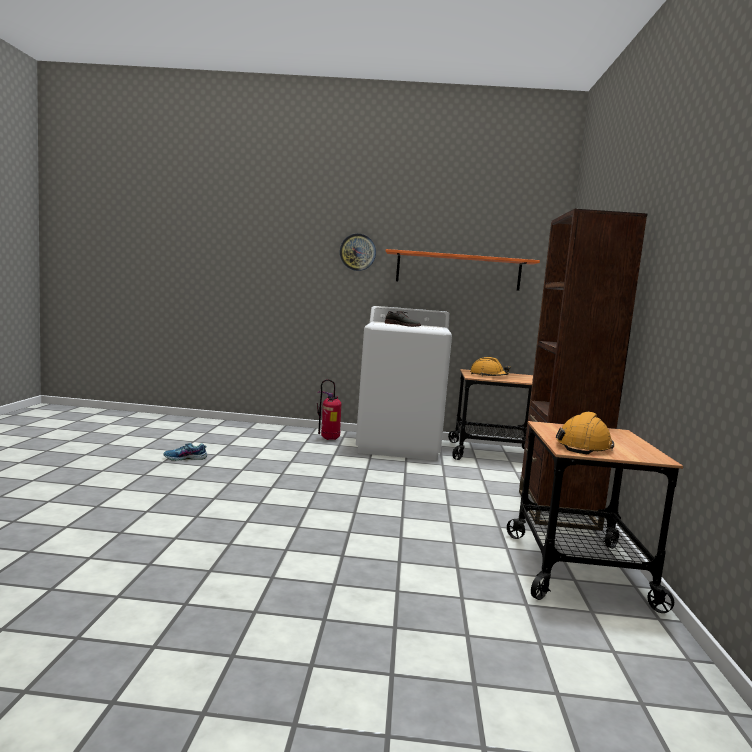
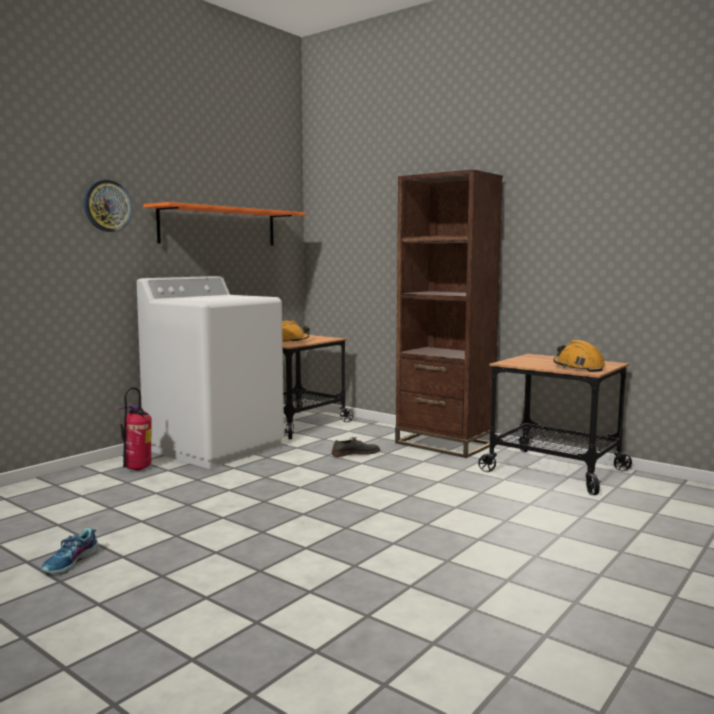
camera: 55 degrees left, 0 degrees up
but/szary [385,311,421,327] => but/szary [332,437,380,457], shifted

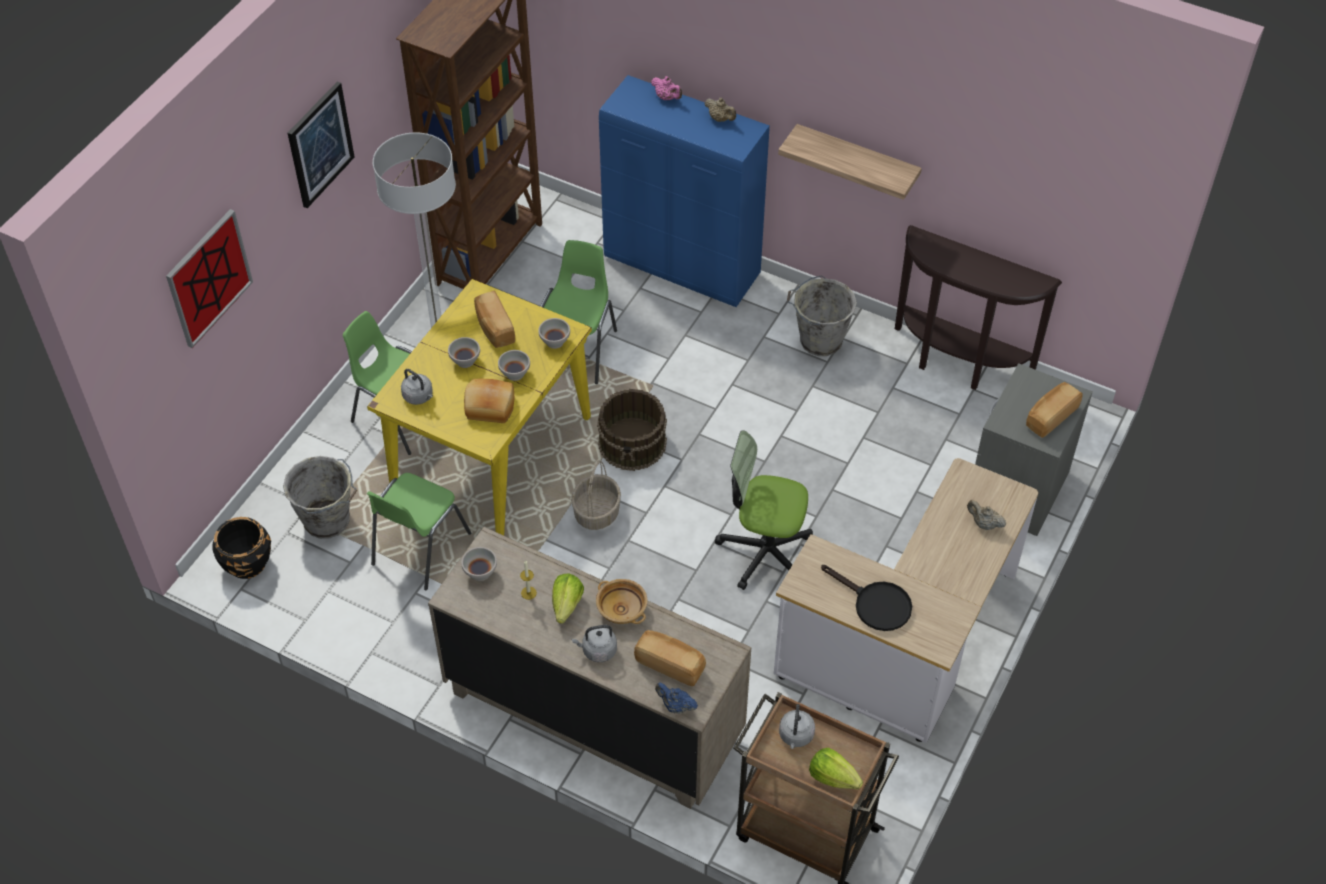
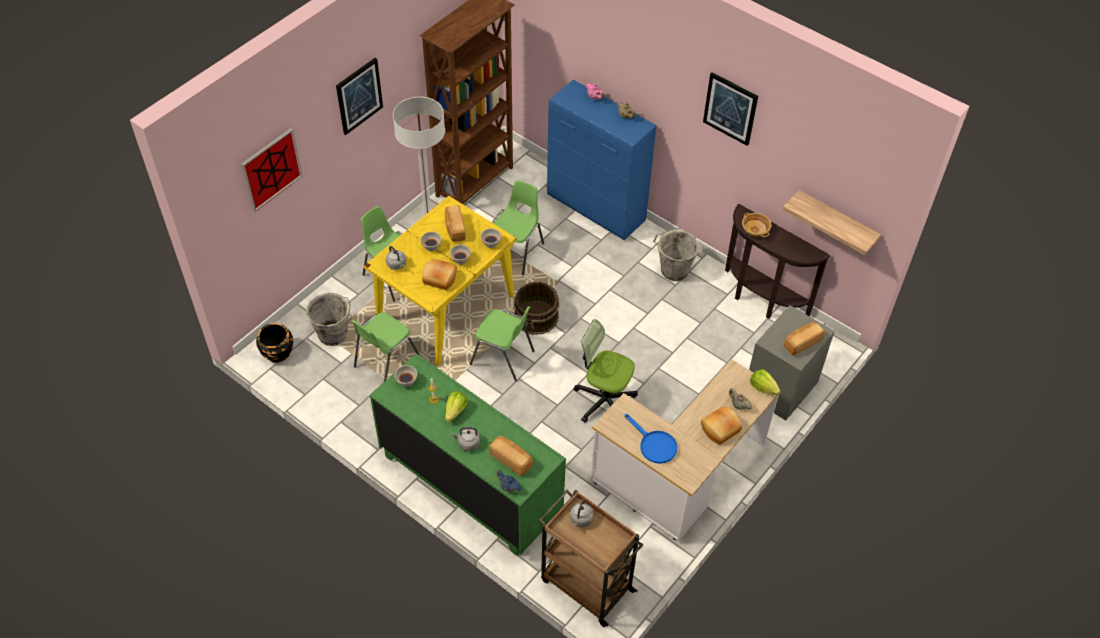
camera: 10 degrees right, 0 degrees up
nothing => chleb [701,406,742,445]
nothing => obraz [703,72,758,146]
miska/beżowy [596,579,648,624] => miska/beżowy [742,213,772,237], shifted
półka [778,124,922,200] => półka [783,190,881,255], shifted
sałata [809,748,863,789] => sałata [750,369,781,395], shifted
koszyk [571,460,621,530] => krzesło/zielony [470,306,535,382]
komoda/beżowy [428,527,751,809] => komoda/zielony [370,353,566,556]
patelnia/czarny [821,565,912,631] => patelnia/niebieski [625,414,677,464]

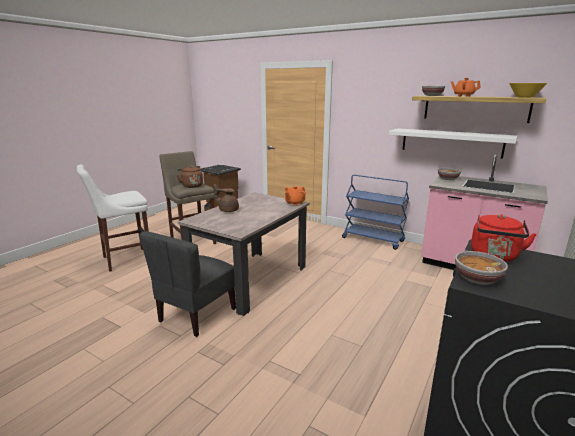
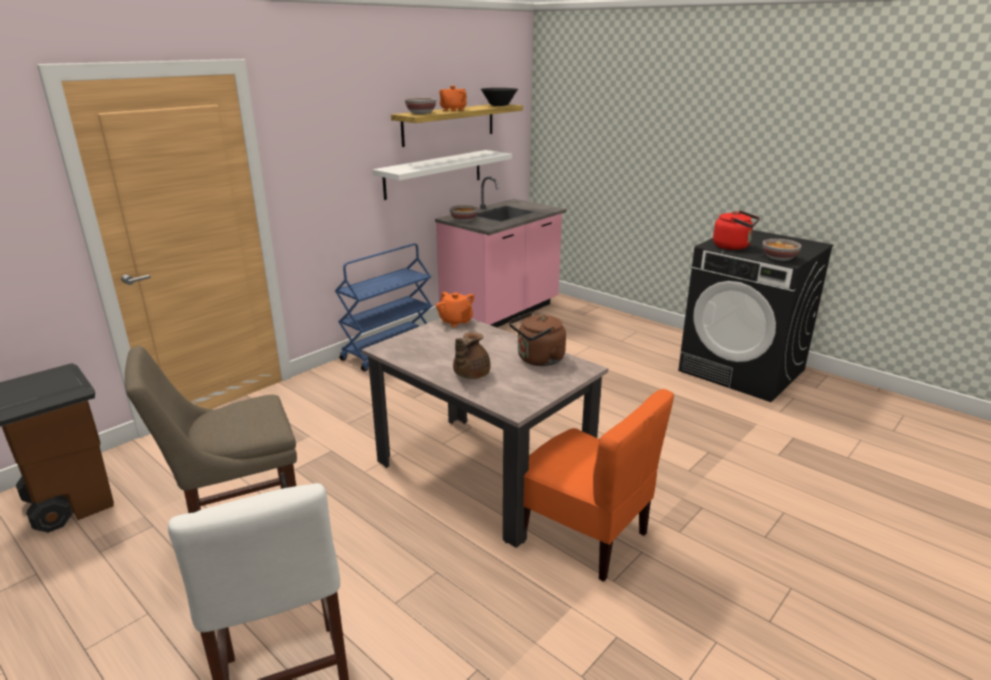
camera: 80 degrees left, 5 degrees up
czajnik/brązowy [177,166,203,188] => czajnik/brązowy [509,312,566,366], shifted
krzesło/szary [139,231,236,337] => krzesło/pomarańczowy [523,389,674,581]
miska/żółty [509,83,547,98] => miska/czarny [481,88,518,106]

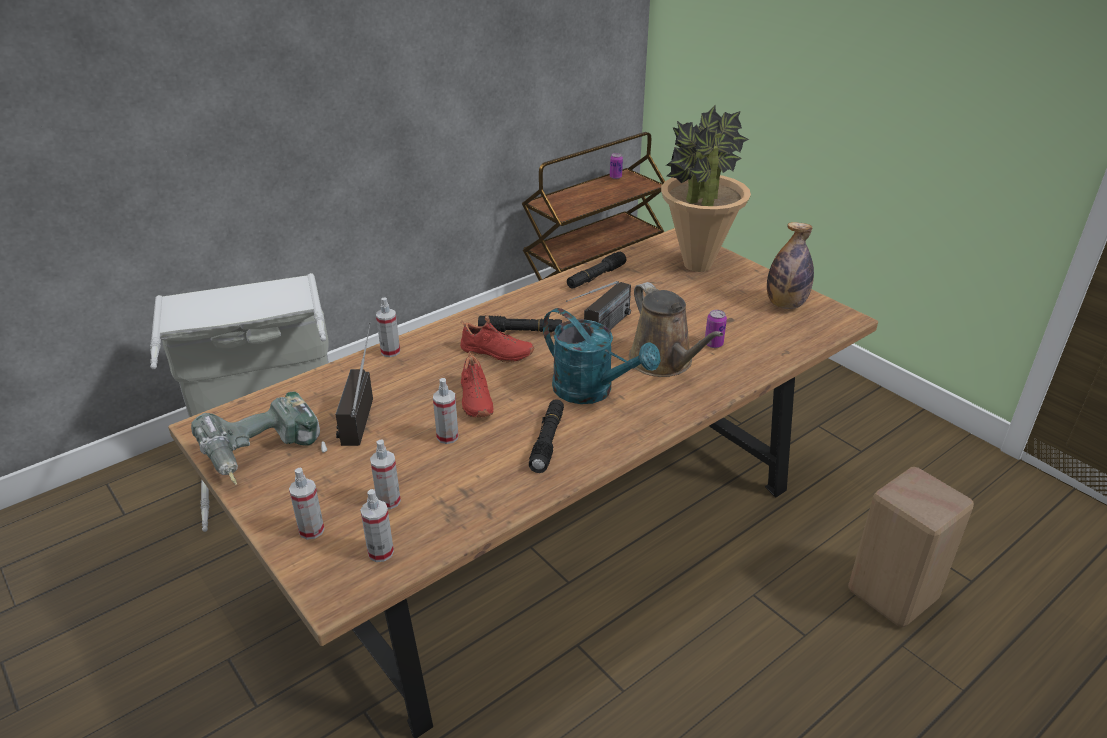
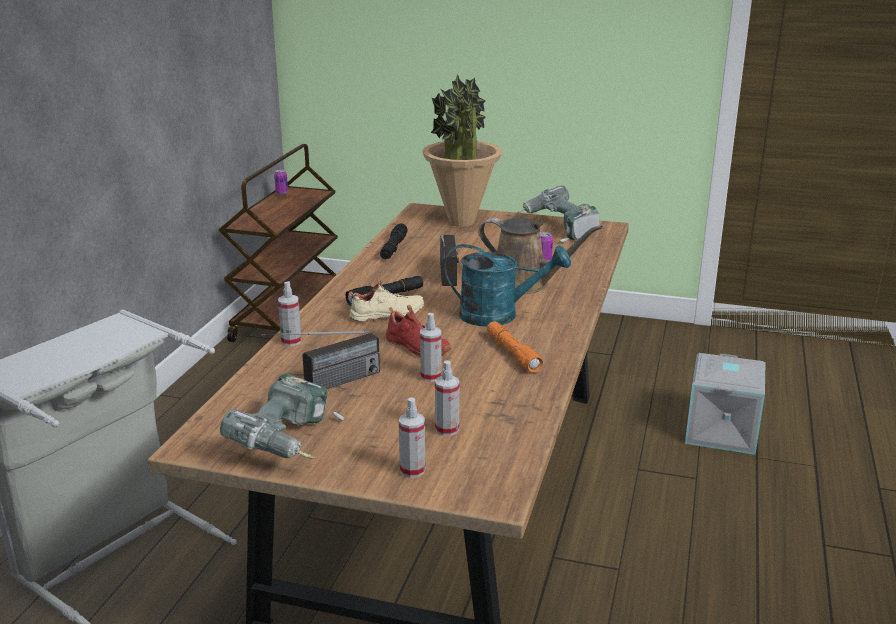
camera: 35 degrees left, 10 degrees down
spryskiwacz [360,489,394,562] => nothing
butelka [767,222,814,309] => wiertarka [515,185,600,243]
stołek/beżowy [848,467,974,628] => pojemnik do przechowywania/szary [685,353,765,455]
but/czerwony [460,316,534,363] => but/beżowy [349,278,424,322]
latarka/czarny [529,399,564,473] => latarka/pomarańczowy [487,321,543,373]
radio [336,322,373,446] => radio [261,331,380,389], 90 degrees counterclockwise

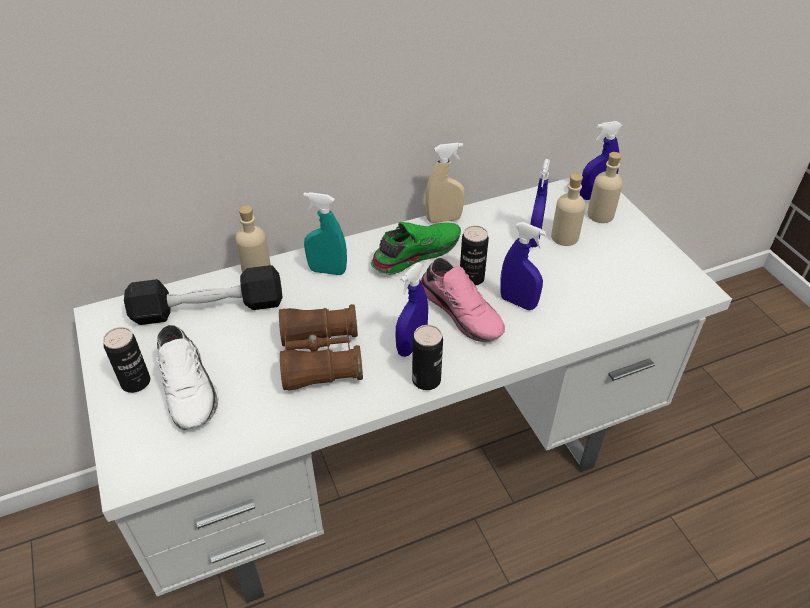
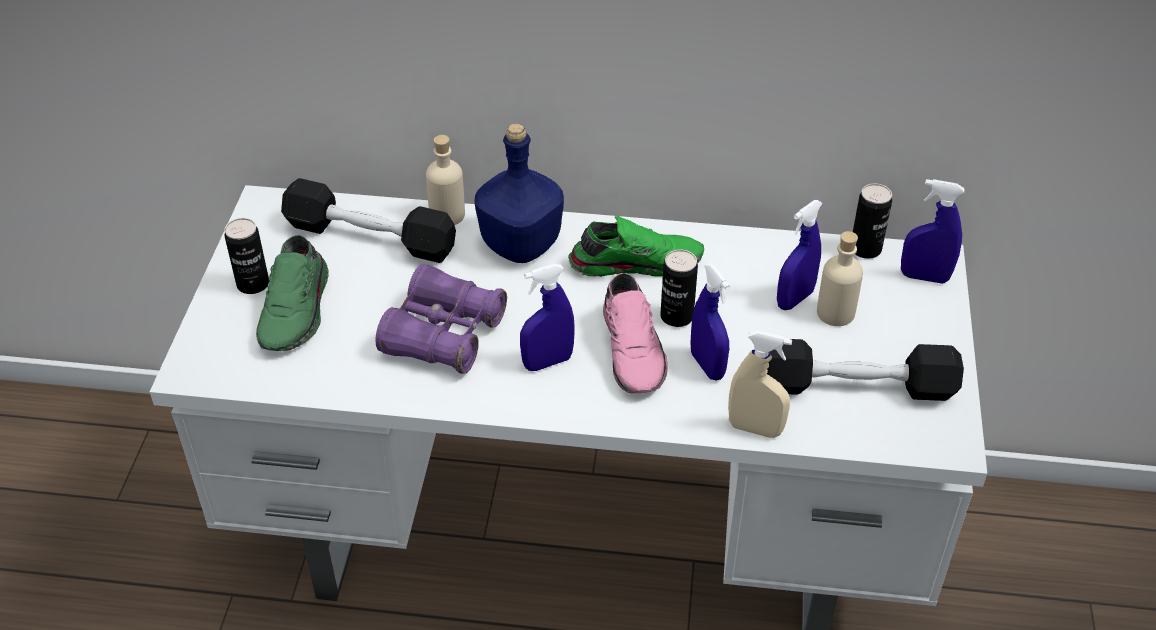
camera: 30 degrees right, 0 degrees up
butelka/beżowy [587,152,623,223] => nothing
nothing => hantel/czarny [767,339,964,401]
puszka [412,325,443,390] => puszka [853,183,892,259], shifted
spryskiwacz/beżowy [425,142,465,223] => spryskiwacz/beżowy [728,331,792,438], shifted
spryskiwacz/turkusowy [303,192,347,275] => butelka/niebieski [474,123,564,263]
but/biały [156,325,219,430] => but/zielony [256,235,329,351]
lornetka/brązowy [279,304,363,391] => lornetka/fioletowy [375,264,507,374]

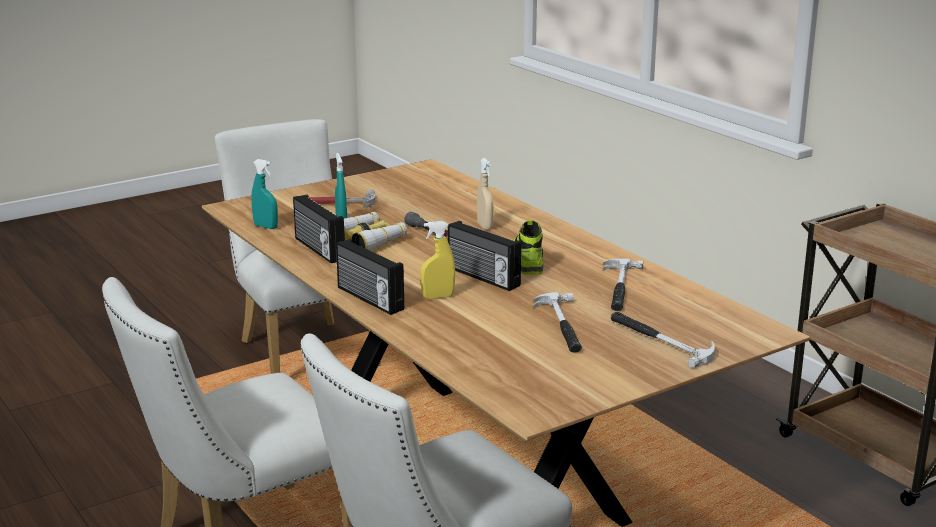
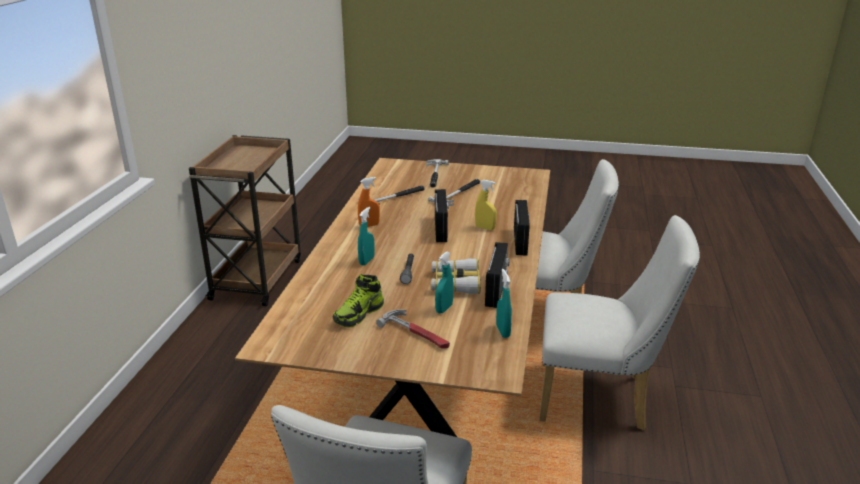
camera: 135 degrees left, 5 degrees up
nothing => spryskiwacz/pomarańczowy [358,177,380,227]
but [514,220,544,274] => but [333,274,384,328], shifted
spryskiwacz/beżowy [477,158,493,230] => spryskiwacz/turkusowy [358,207,375,265]

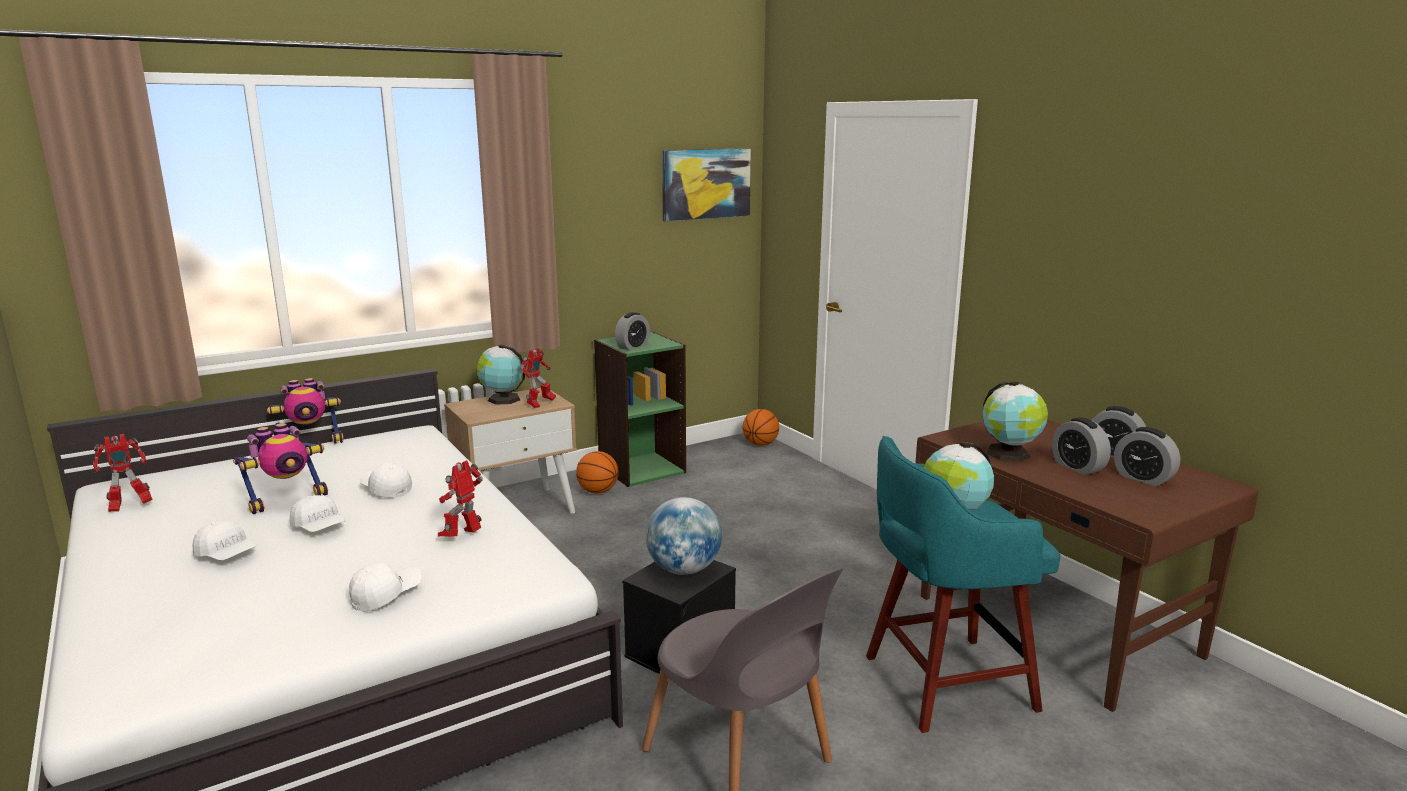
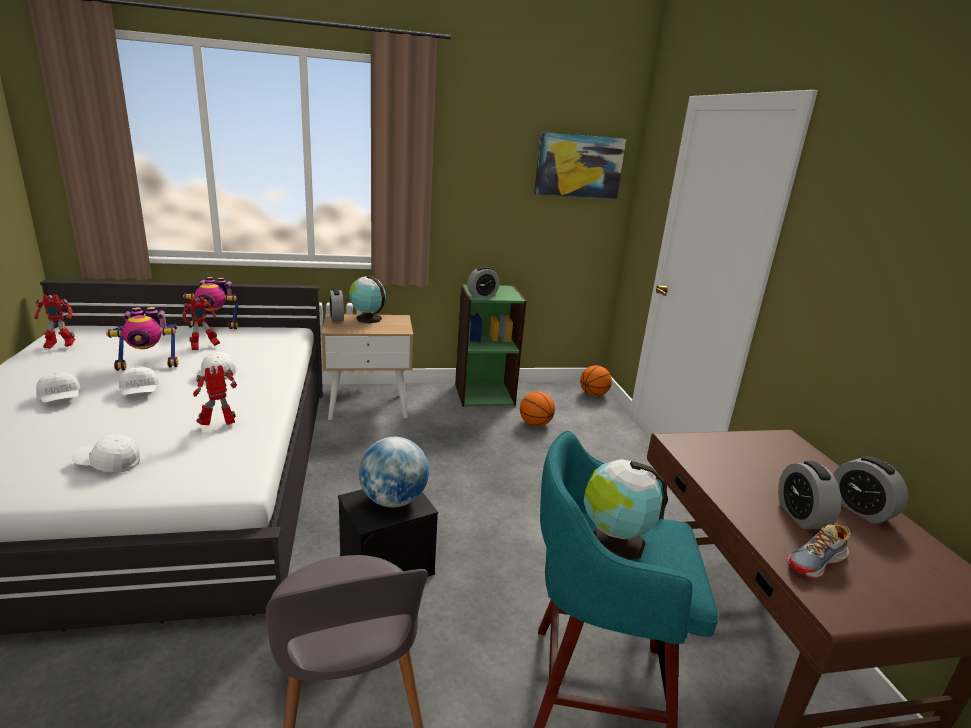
camera: 20 degrees right, 5 degrees up
globus [983,382,1048,462] => nothing
nothing => but [788,524,851,579]
robot zabawkowy [521,348,556,408] => robot zabawkowy [182,297,220,350], shifted
piłka do koszykówki [576,451,619,494] => piłka do koszykówki [520,392,555,427], shifted
budzik [1114,427,1180,486] => budzik [330,289,344,322], shifted
czapka z daszkiem/biały [349,562,422,612] => czapka z daszkiem/biały [72,434,140,472], 150 degrees counterclockwise

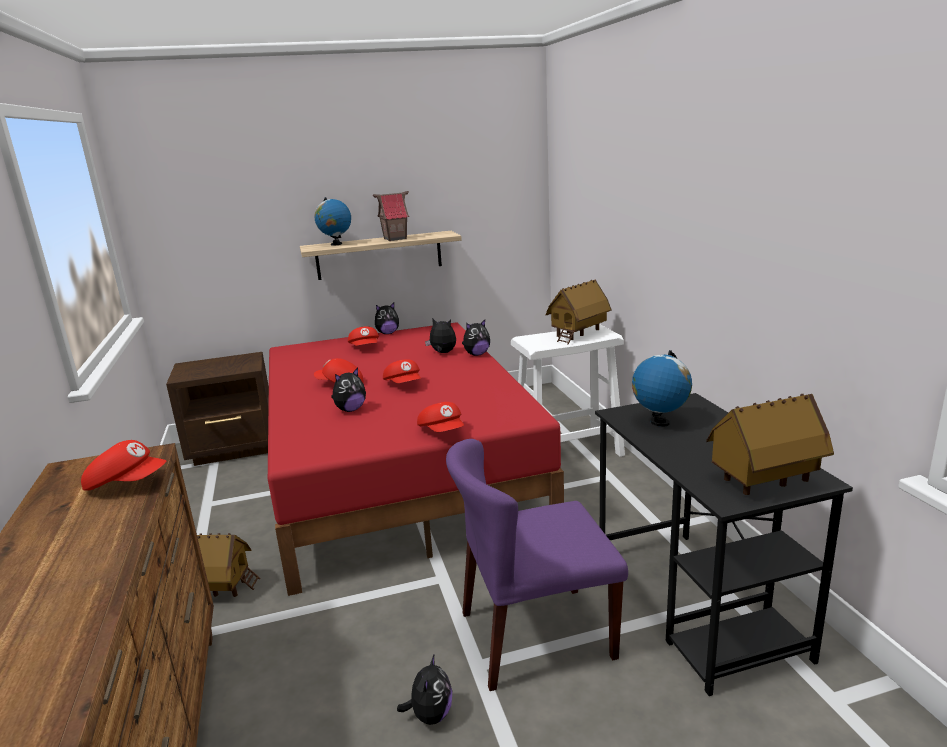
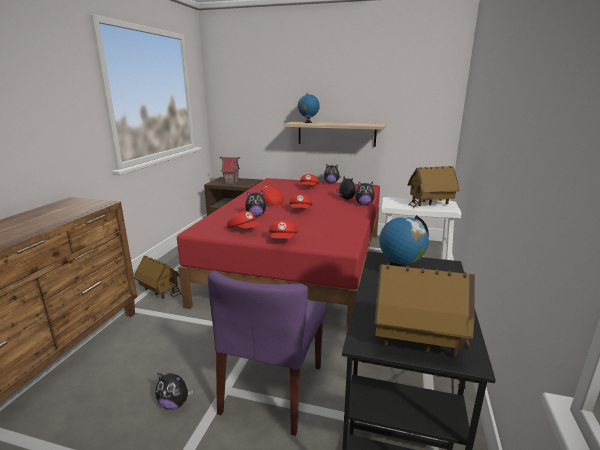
camera: 30 degrees right, 0 degrees up
czapka z daszkiem/czerwony [81,440,166,491] => czapka z daszkiem/czerwony [227,211,260,229], shifted
domek [373,191,409,241] => domek [220,157,240,184], shifted
pluszak [397,653,452,725] => pluszak [156,372,194,410], 60 degrees clockwise
krzesło/fioletowy [446,439,628,691] => krzesło/fioletowy [208,270,326,436], 90 degrees counterclockwise

